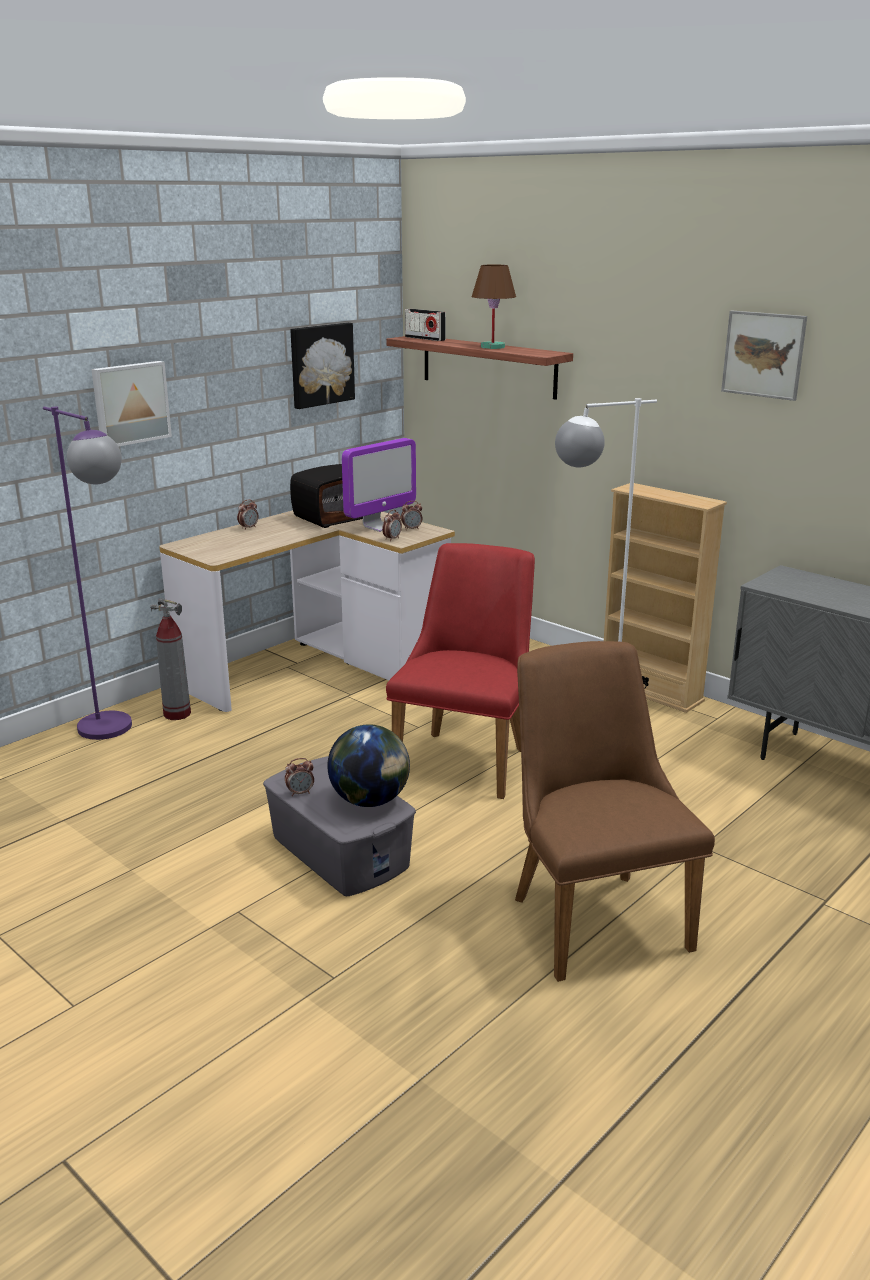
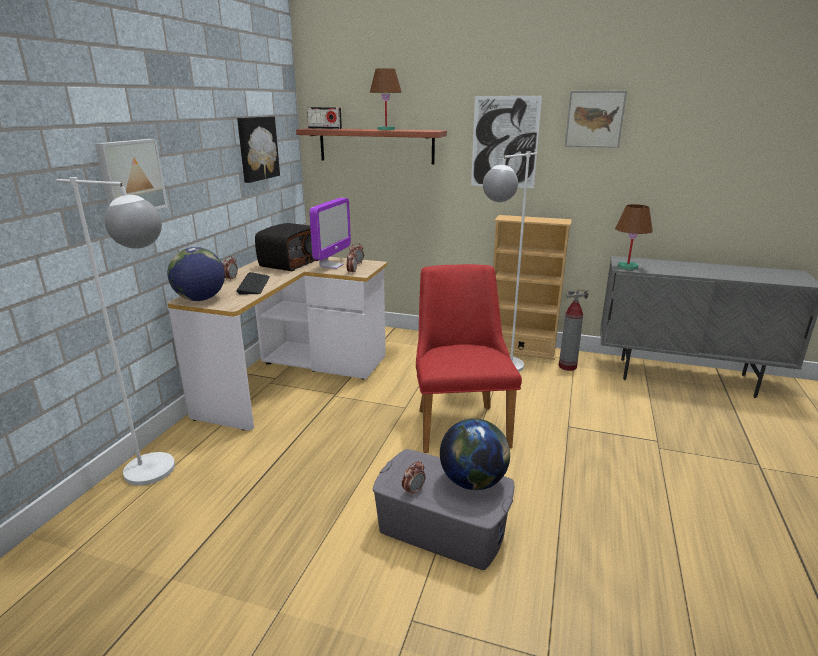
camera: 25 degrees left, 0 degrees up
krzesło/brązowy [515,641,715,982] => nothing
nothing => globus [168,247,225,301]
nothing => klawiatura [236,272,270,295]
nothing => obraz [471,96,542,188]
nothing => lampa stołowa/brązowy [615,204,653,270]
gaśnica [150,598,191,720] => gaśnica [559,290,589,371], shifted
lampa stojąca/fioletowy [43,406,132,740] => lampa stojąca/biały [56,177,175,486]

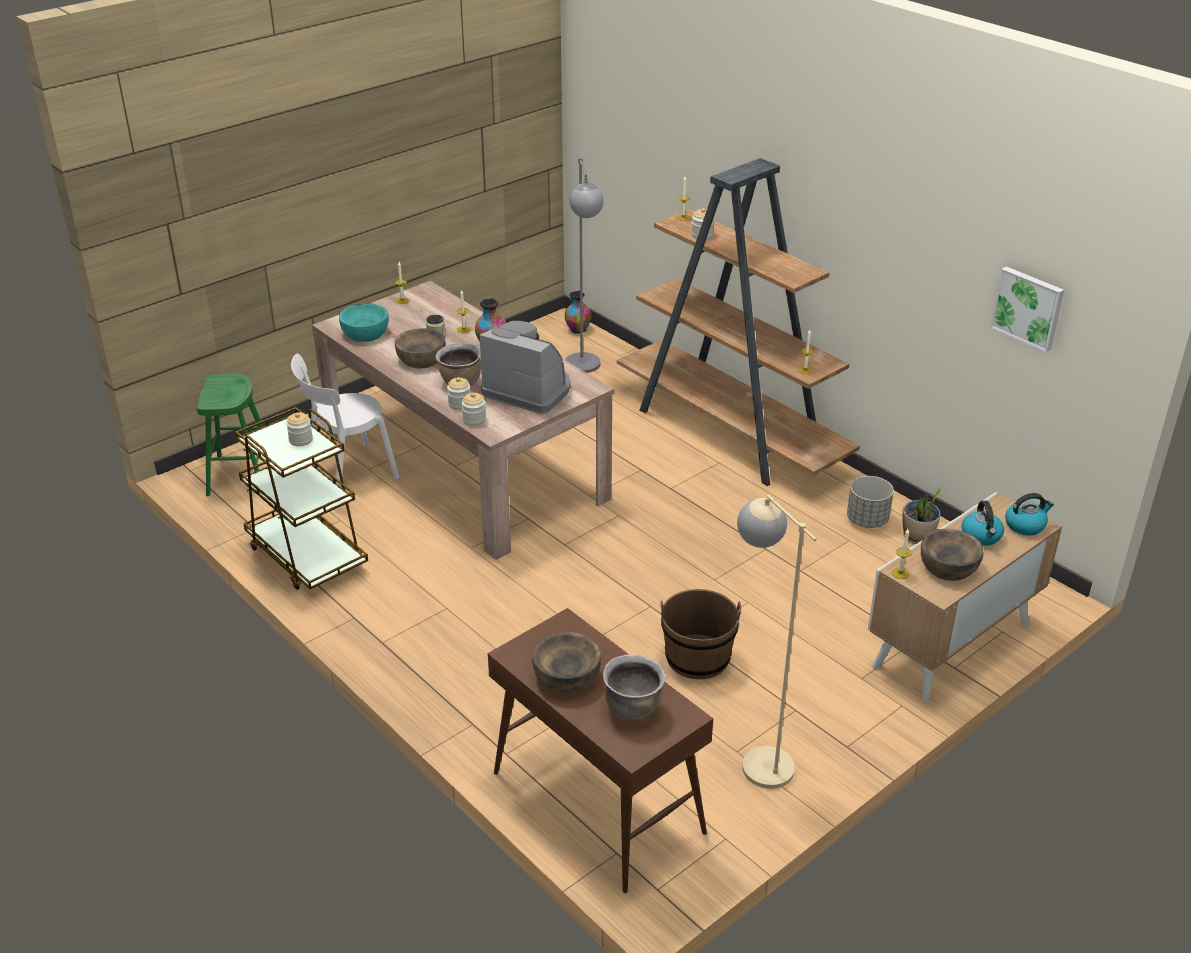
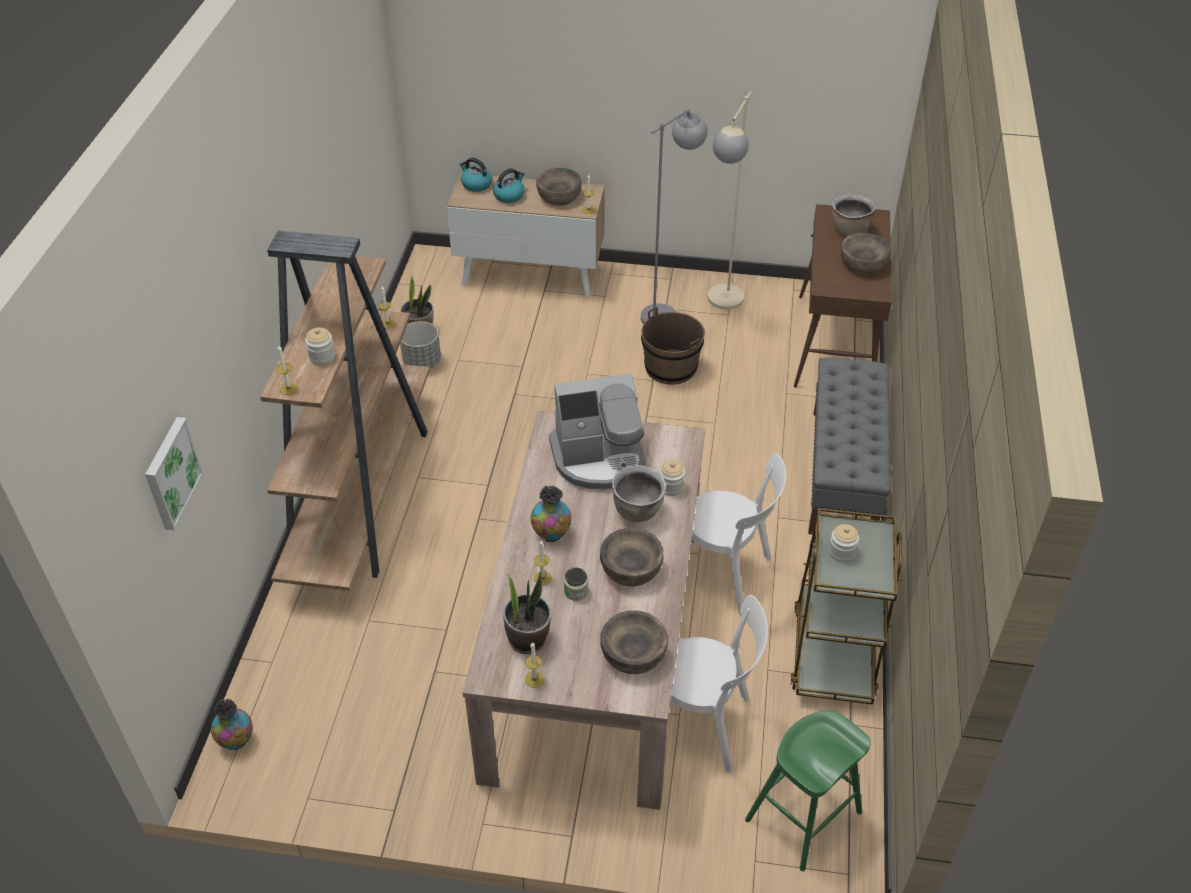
camera: 130 degrees left, 10 degrees up
słoik [462,393,486,426] => nothing
nothing => roślina doniczkowa [503,571,551,654]
nothing => krzesło/biały [691,453,786,615]
nothing => ławka/szary [808,357,891,535]
lampa stojąca/szary [565,154,604,373] => lampa stojąca/szary [641,109,708,324], shifted
obraz [990,267,1064,352] => obraz [145,417,204,531], shifted
miska/turkusowy [339,303,389,342] => miska/brązowy [600,610,668,674]
ekspres do kawy [480,321,570,414] => ekspres do kawy [549,374,645,490], 90 degrees counterclockwise

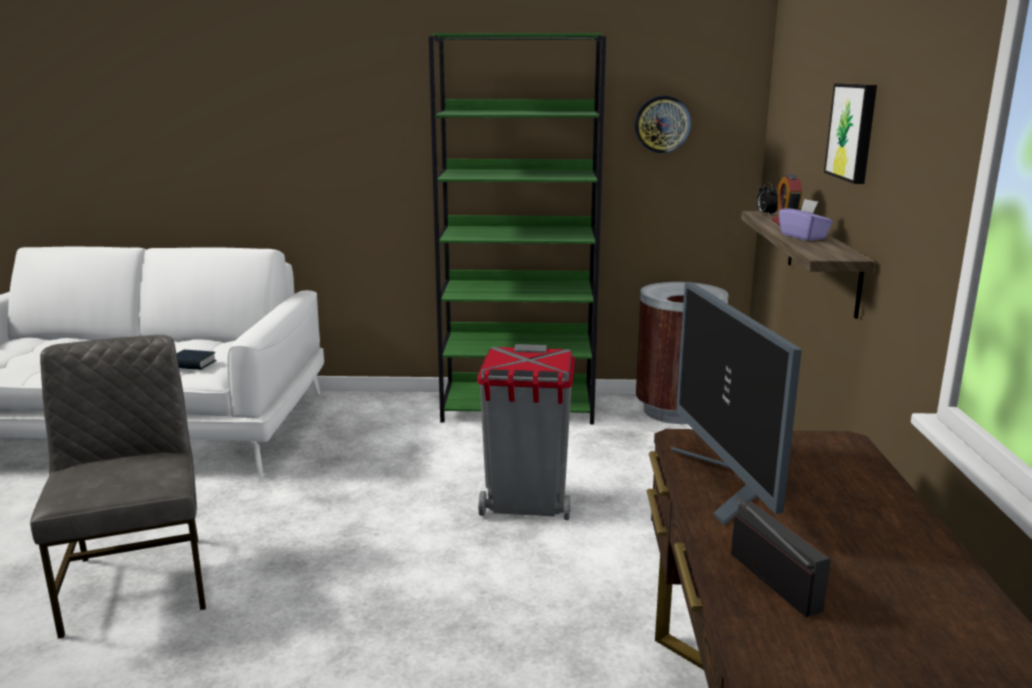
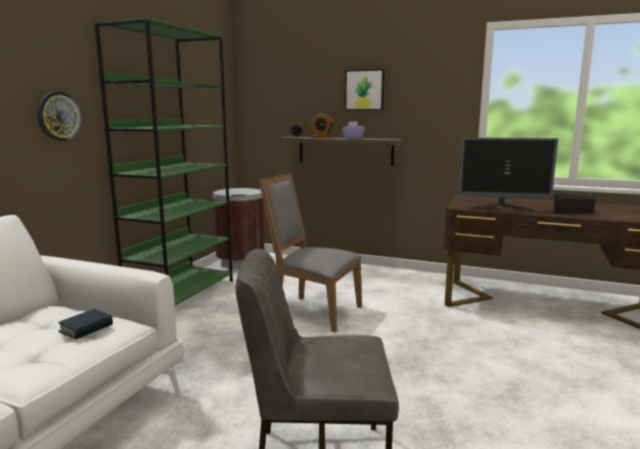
camera: 70 degrees left, 5 degrees down
zegar ścienny [635,96,691,153] => zegar ścienny [37,92,82,141], shifted
kosz na śmieci/szary [477,344,575,520] => krzesło/szary [259,173,362,332]

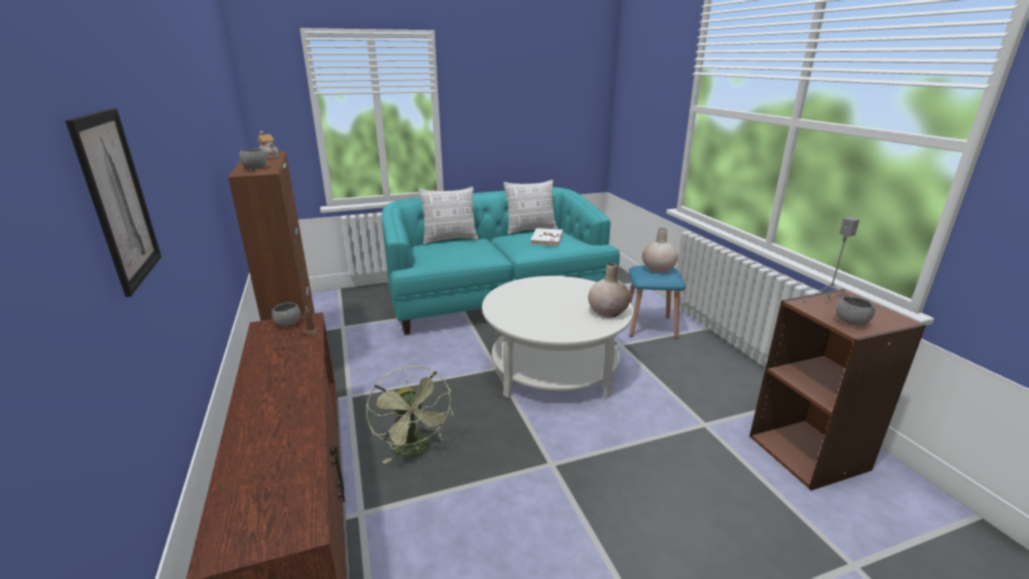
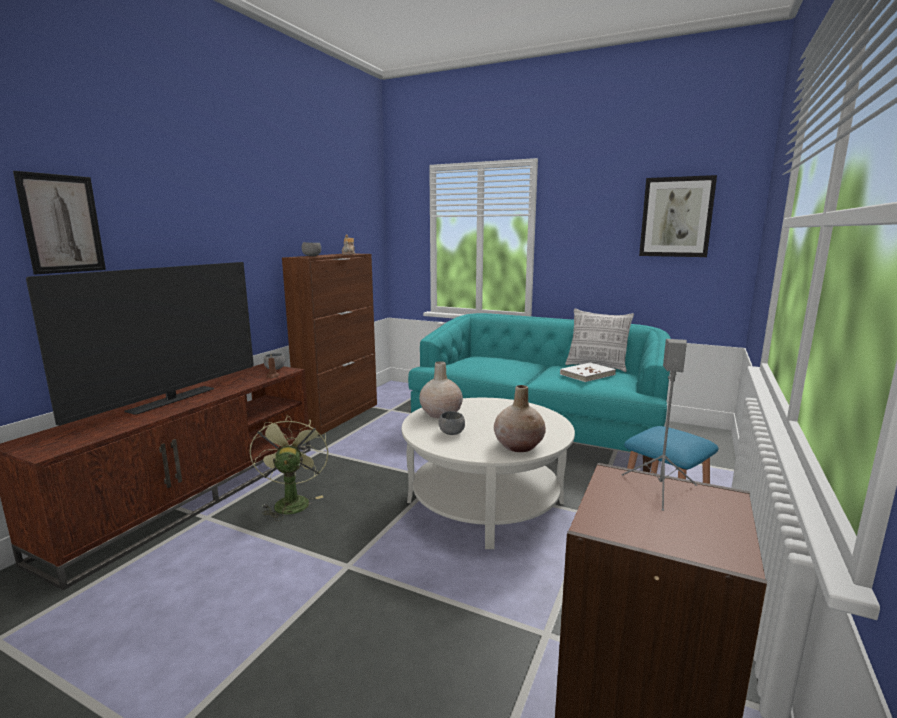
camera: 45 degrees right, 10 degrees down
poduszka [419,186,479,244] => nothing
nothing => telewizor [26,262,254,426]
nothing => obraz [639,175,717,257]
wazon/beżowy [642,228,678,273] => wazon/beżowy [419,361,463,418], shifted
miska/szary [836,297,875,325] => miska/szary [439,411,465,435], shifted
wentylator/zielony [366,366,453,464] => wentylator/zielony [250,415,328,521], 150 degrees clockwise

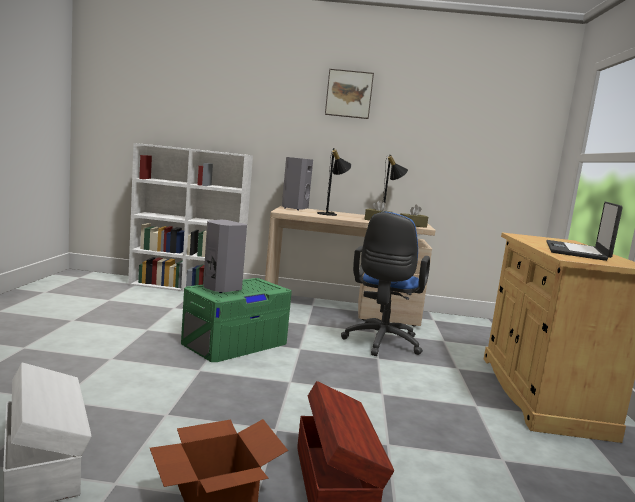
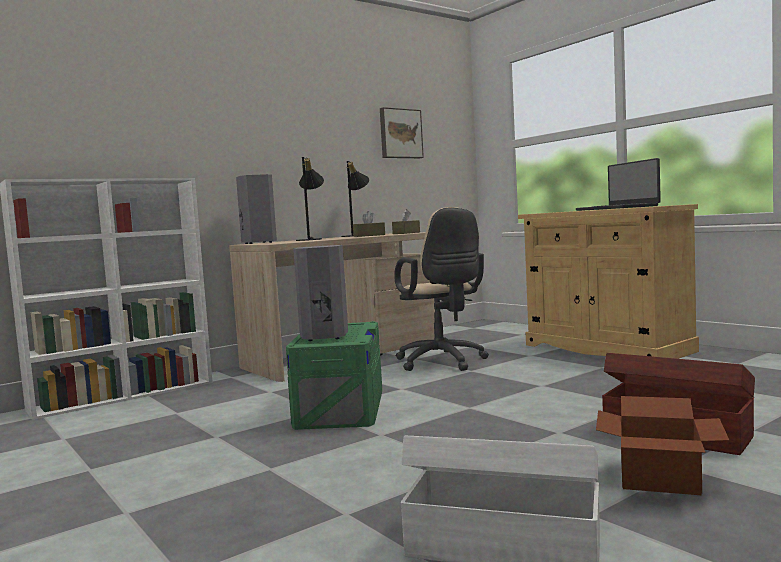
camera: 40 degrees left, 5 degrees down
obraz [325,69,374,119] => obraz [380,107,424,158], shifted
krzesło biurowe/niebieski [341,212,430,356] => krzesło biurowe/beżowy [394,207,489,371]

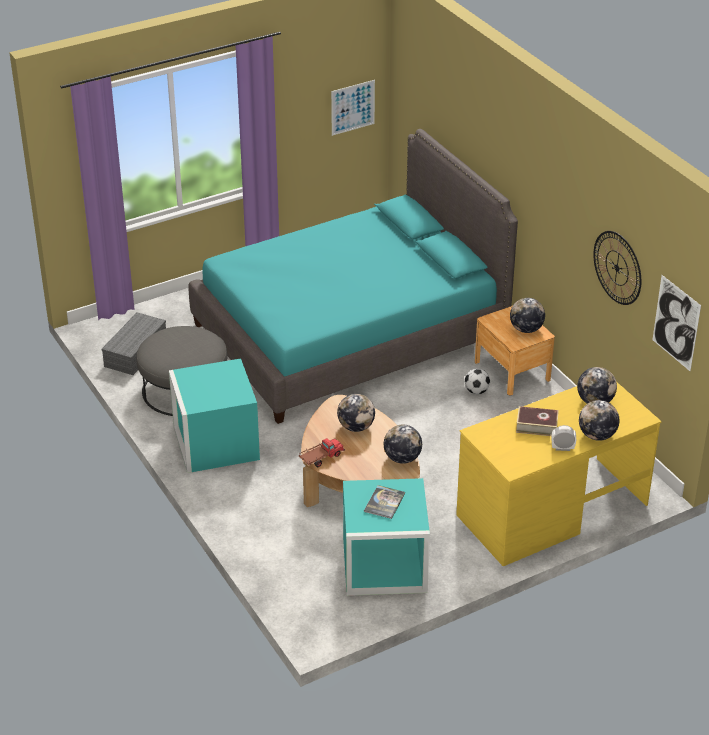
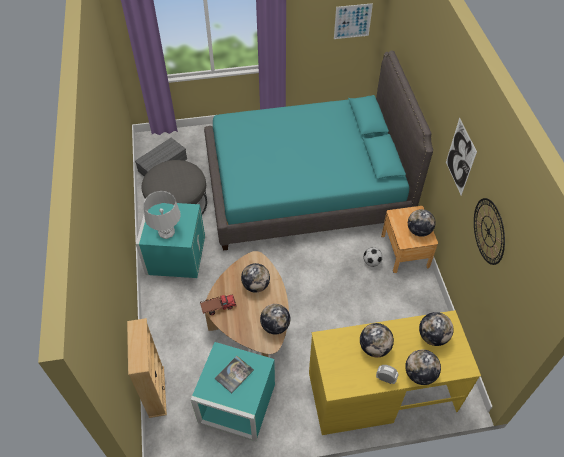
camera: 20 degrees right, 15 degrees up
nothing => regał/beżowy [127,318,167,418]
nothing => lampa stołowa/szary [143,191,181,239]
obraz [652,275,701,372] => obraz [446,117,477,195], shifted
książka [516,406,559,436] => globus [360,323,394,357]

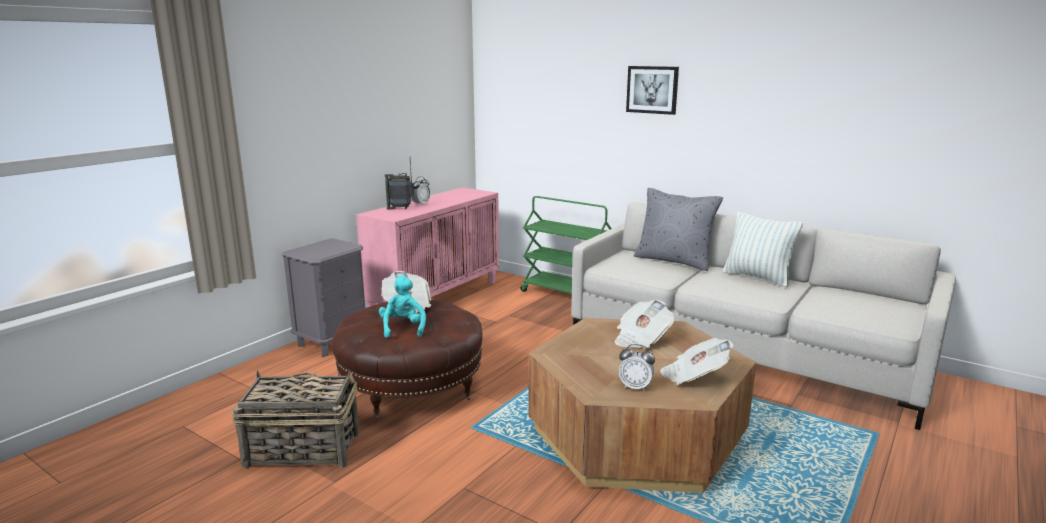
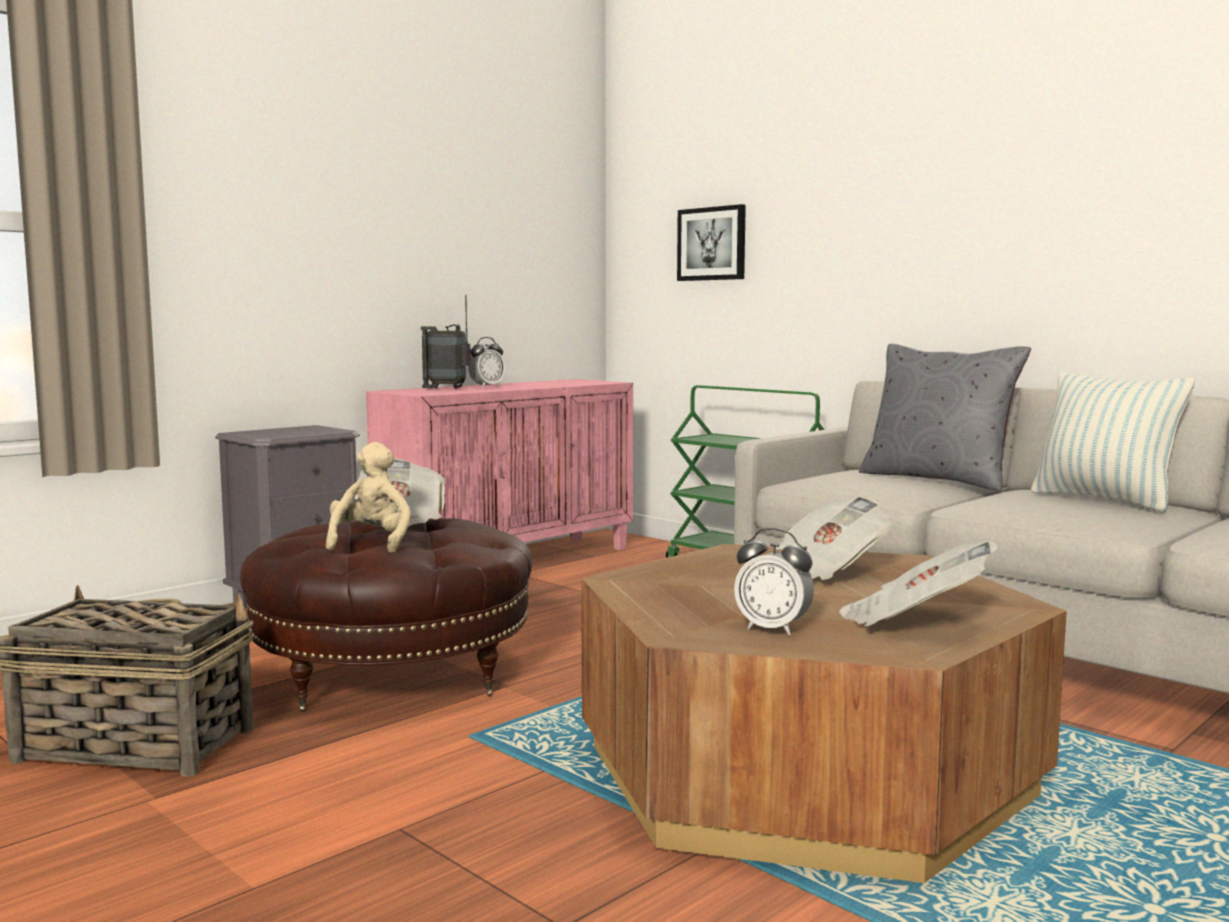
camera: 10 degrees right, 10 degrees down
obraz [626,66,679,115] => obraz [677,204,746,281], shifted
pluszak/turkusowy [379,276,426,338] => pluszak/beżowy [326,442,411,552]

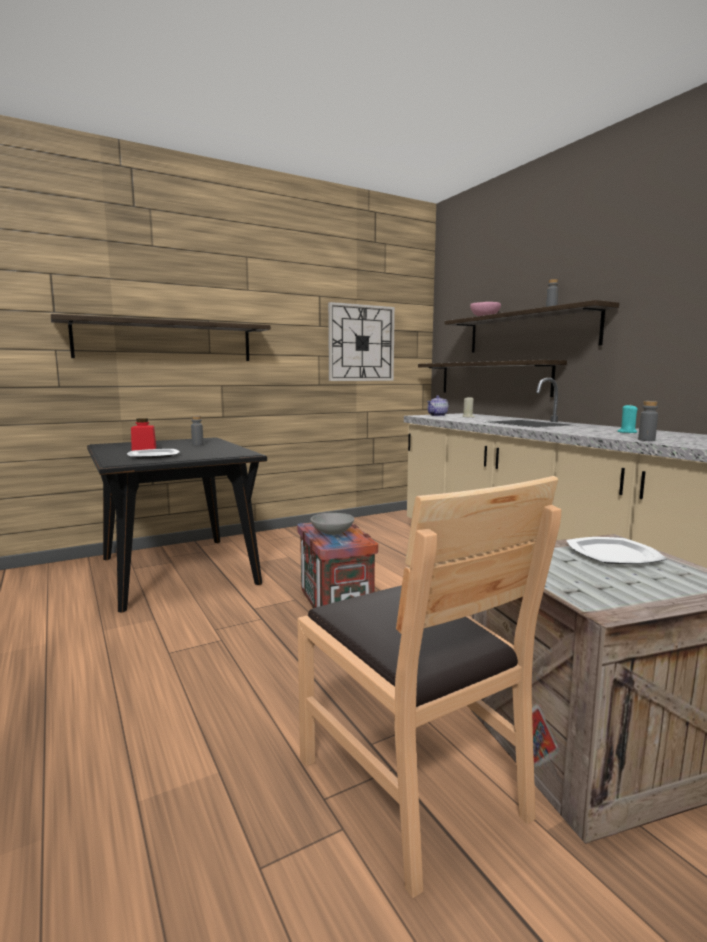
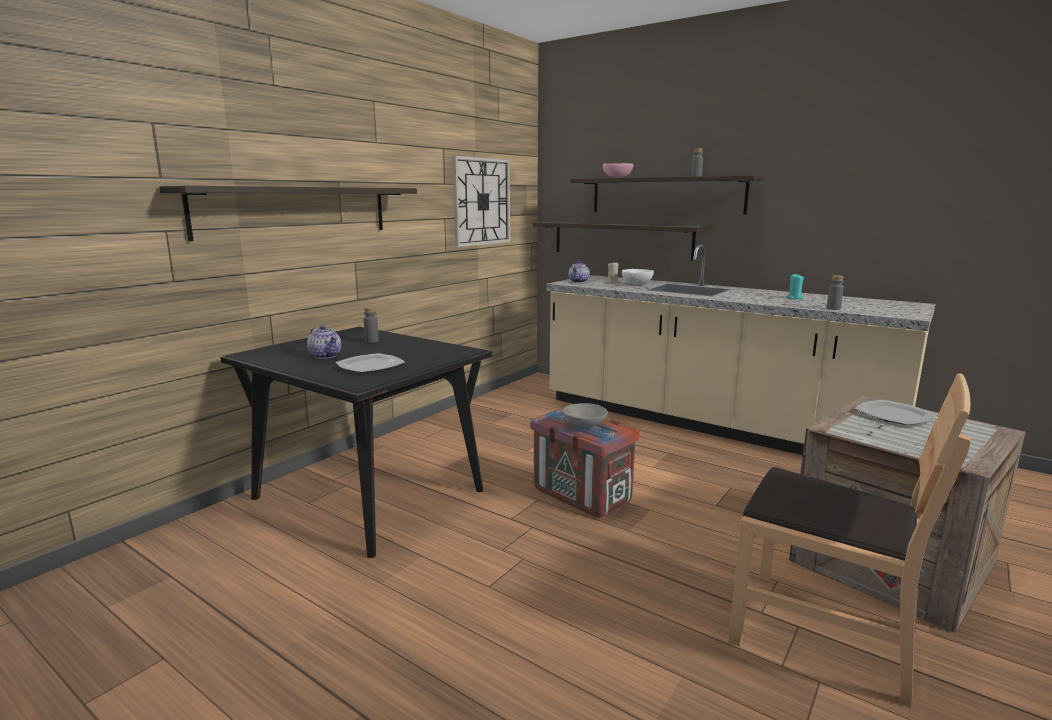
camera: 25 degrees left, 5 degrees up
nothing => miska/biały [622,269,654,285]
słoik/czerwony [131,418,157,451] => imbryk [307,325,341,359]

